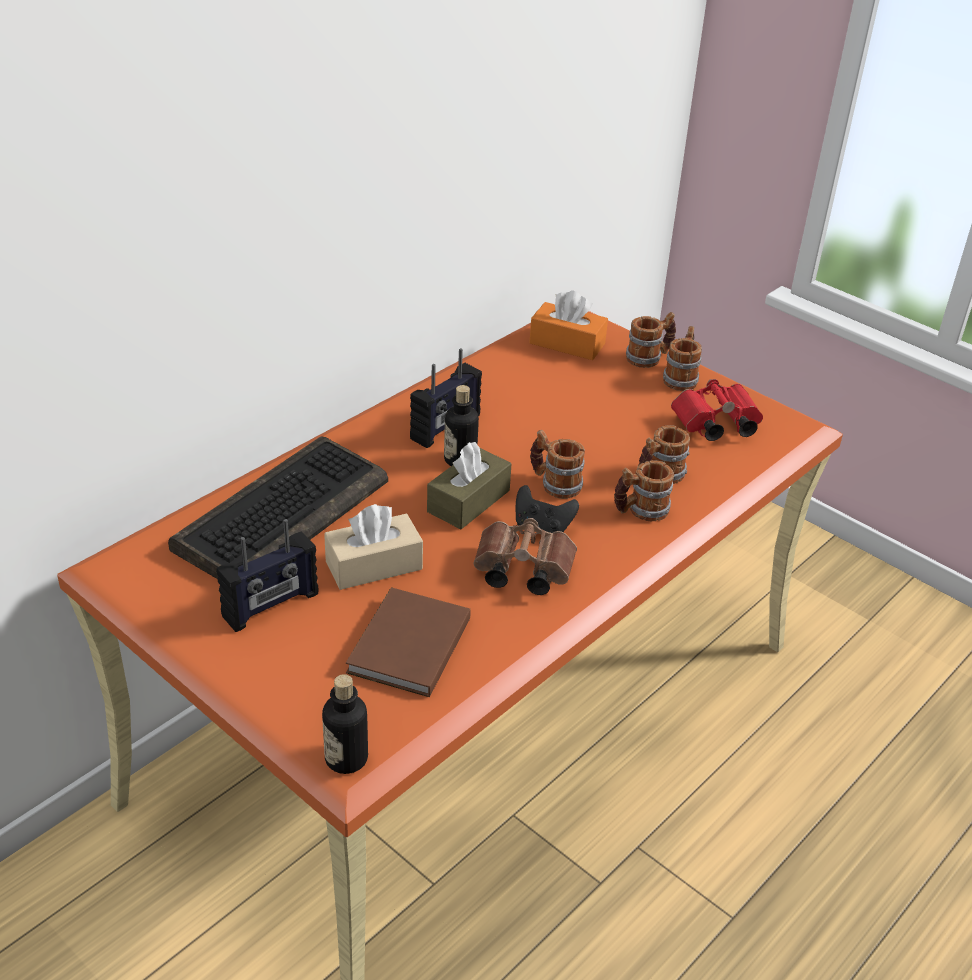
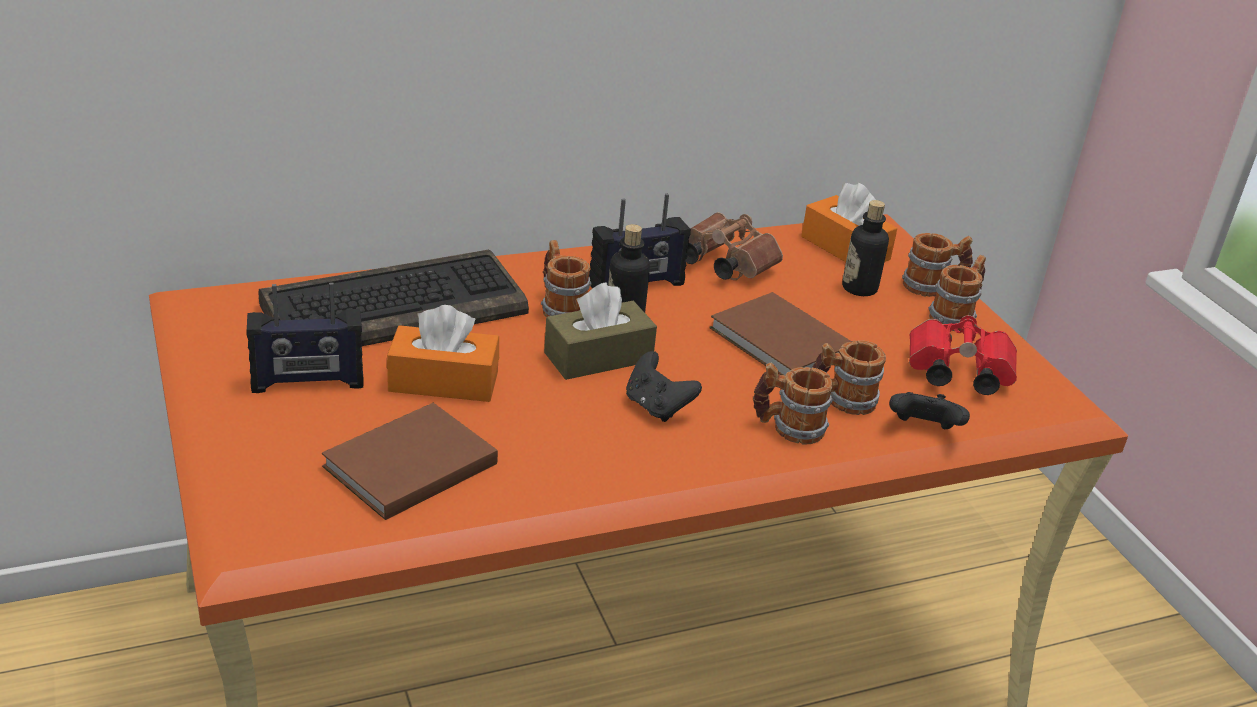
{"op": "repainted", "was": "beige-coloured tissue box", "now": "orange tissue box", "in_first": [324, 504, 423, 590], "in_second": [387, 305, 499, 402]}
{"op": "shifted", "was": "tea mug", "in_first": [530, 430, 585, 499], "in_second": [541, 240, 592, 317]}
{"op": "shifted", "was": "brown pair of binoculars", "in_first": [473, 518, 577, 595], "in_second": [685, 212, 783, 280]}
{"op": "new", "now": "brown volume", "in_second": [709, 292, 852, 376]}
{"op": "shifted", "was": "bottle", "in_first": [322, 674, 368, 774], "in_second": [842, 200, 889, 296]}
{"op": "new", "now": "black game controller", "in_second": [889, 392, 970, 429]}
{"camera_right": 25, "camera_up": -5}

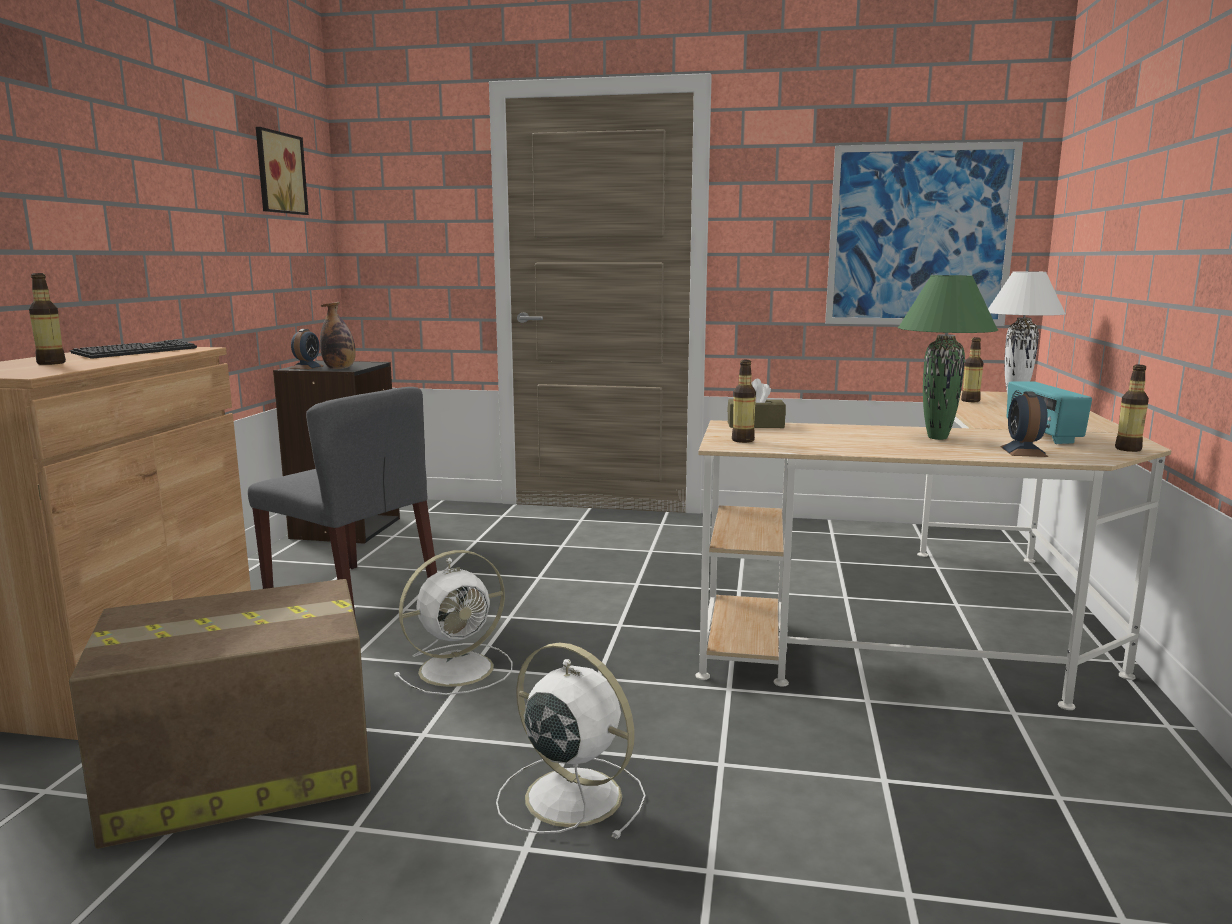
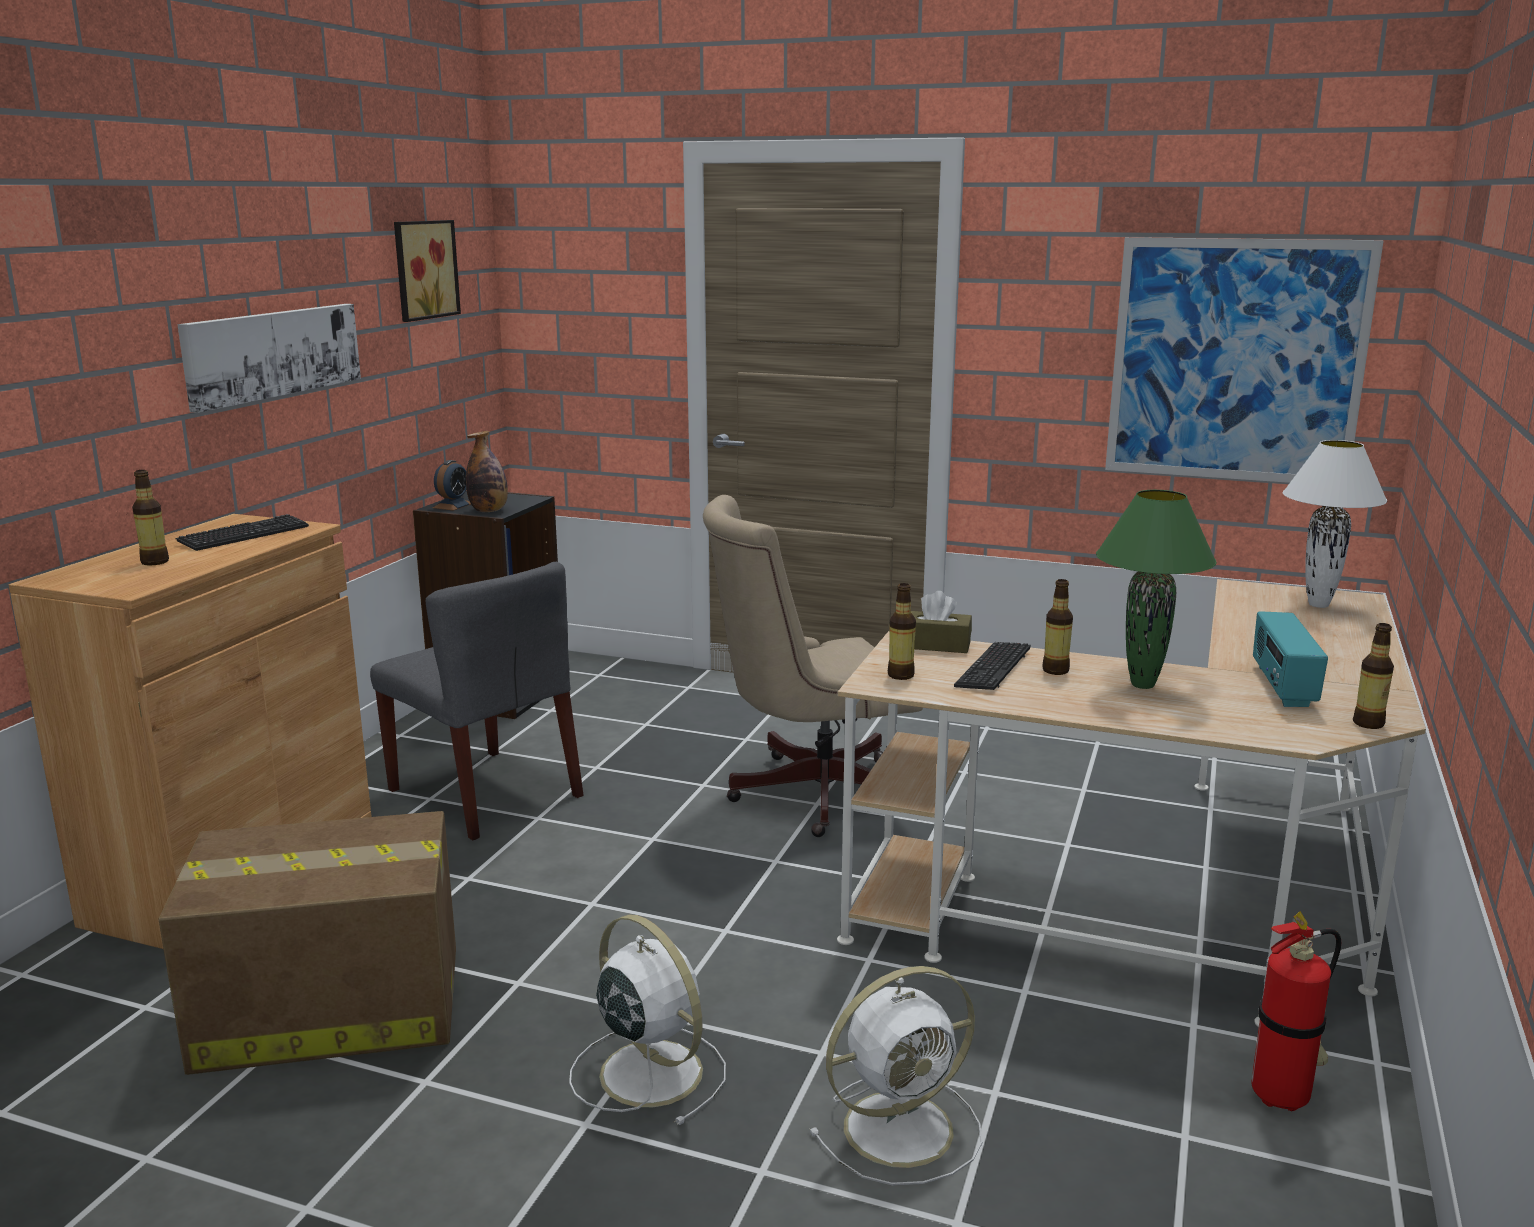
{"op": "new", "now": "wall picture", "in_second": [177, 304, 361, 413]}
{"op": "new", "now": "beige-coloured computer chair", "in_second": [703, 495, 923, 837]}
{"op": "shifted", "was": "white electric fan", "in_first": [394, 550, 513, 695], "in_second": [809, 966, 982, 1185]}
{"op": "new", "now": "keyboard", "in_second": [954, 642, 1031, 690]}
{"op": "shifted", "was": "bottle", "in_first": [961, 337, 984, 402], "in_second": [1042, 579, 1073, 675]}
{"op": "new", "now": "fire-fighting cylinder", "in_second": [1251, 911, 1341, 1111]}
{"op": "gone", "was": "alarm clock", "in_first": [1000, 391, 1048, 457]}
{"camera_right": 10, "camera_up": 5}

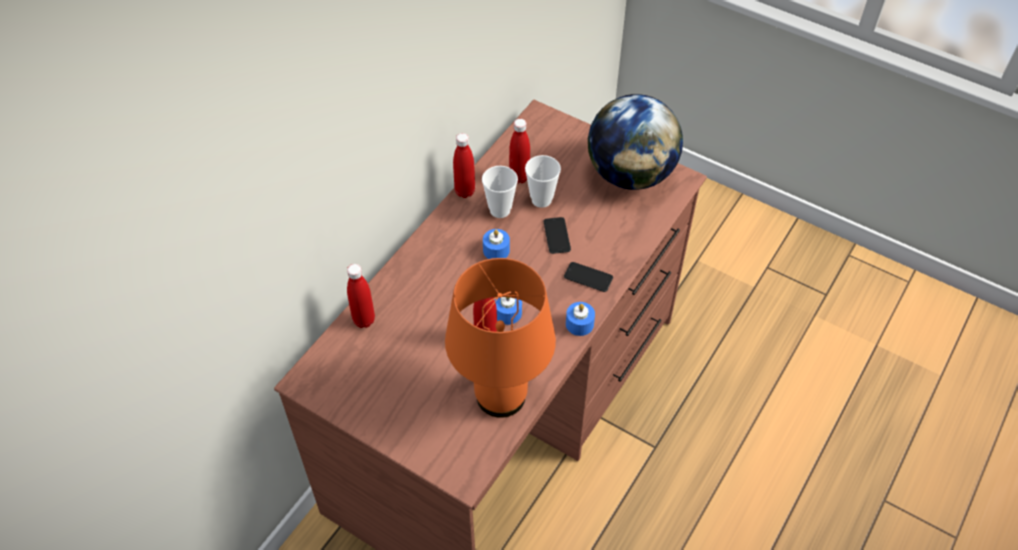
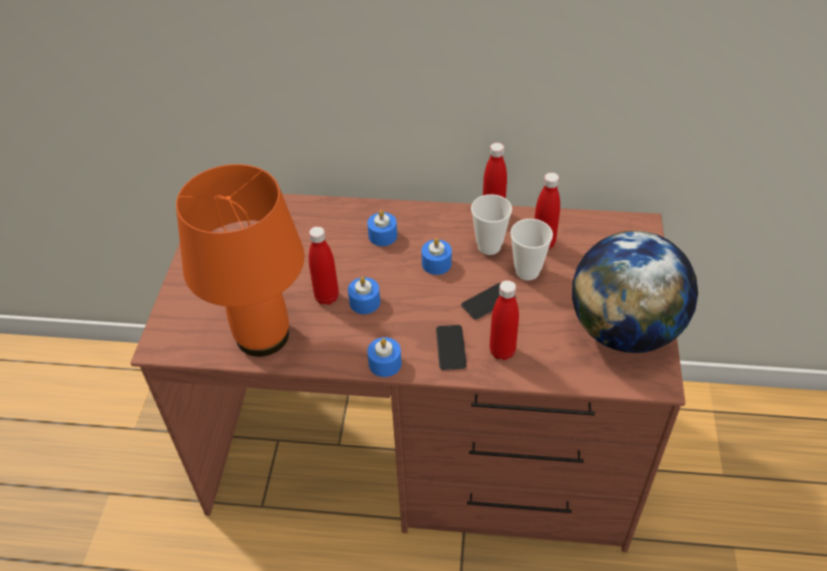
{"op": "new", "now": "blue-coloured wax light", "in_second": [367, 210, 397, 246]}
{"op": "shifted", "was": "red bottle", "in_first": [347, 264, 375, 328], "in_second": [490, 280, 519, 360]}
{"camera_right": 65, "camera_up": -5}

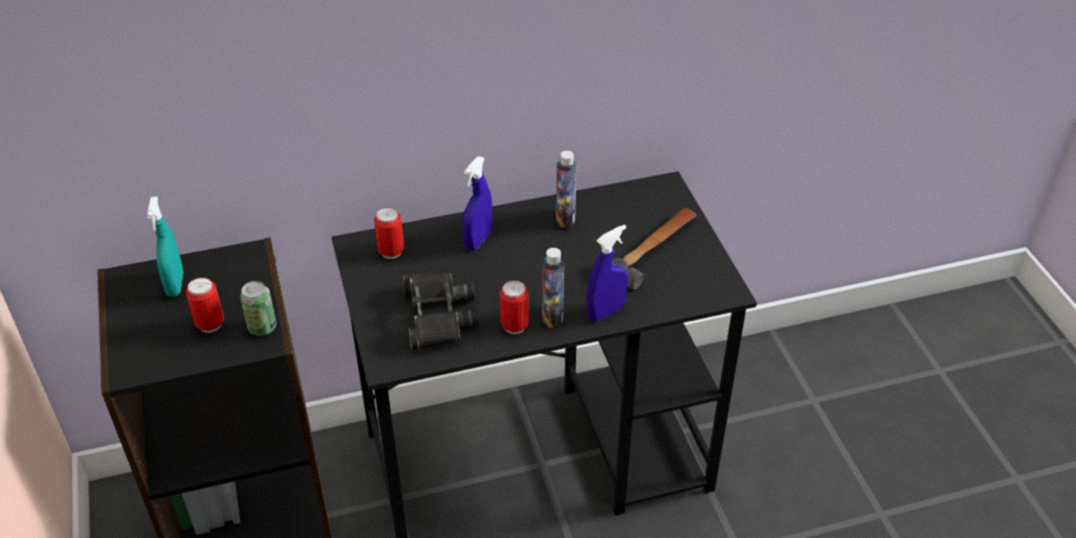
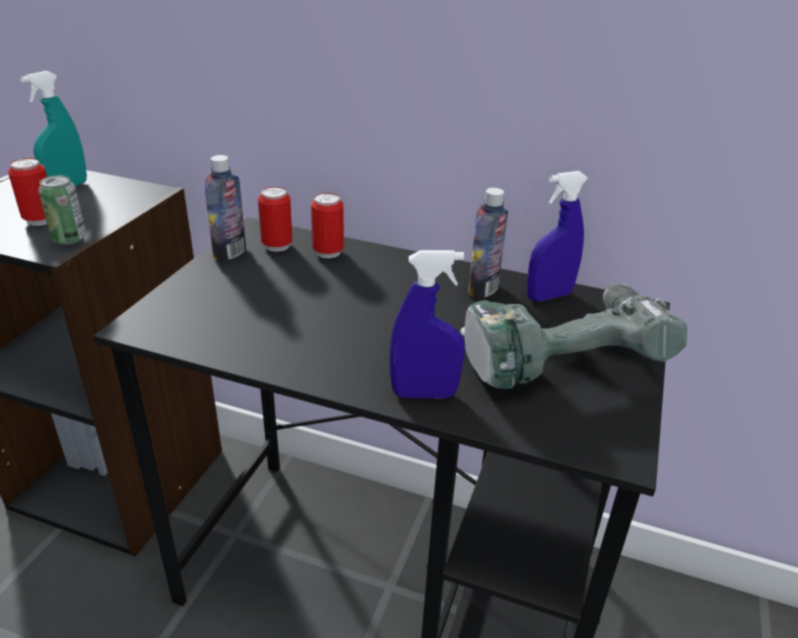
{"op": "shifted", "was": "bottle", "in_first": [542, 248, 564, 328], "in_second": [205, 155, 246, 261]}
{"op": "shifted", "was": "sealed can", "in_first": [500, 280, 529, 334], "in_second": [311, 193, 344, 258]}
{"op": "swapped", "was": "hammer", "now": "electric drill", "in_first": [612, 208, 697, 290], "in_second": [460, 283, 687, 389]}
{"op": "shifted", "was": "blue-coloured spray bottle", "in_first": [462, 156, 493, 250], "in_second": [527, 171, 588, 301]}
{"op": "gone", "was": "black pair of binoculars", "in_first": [403, 272, 479, 350]}
{"camera_right": 35, "camera_up": -10}

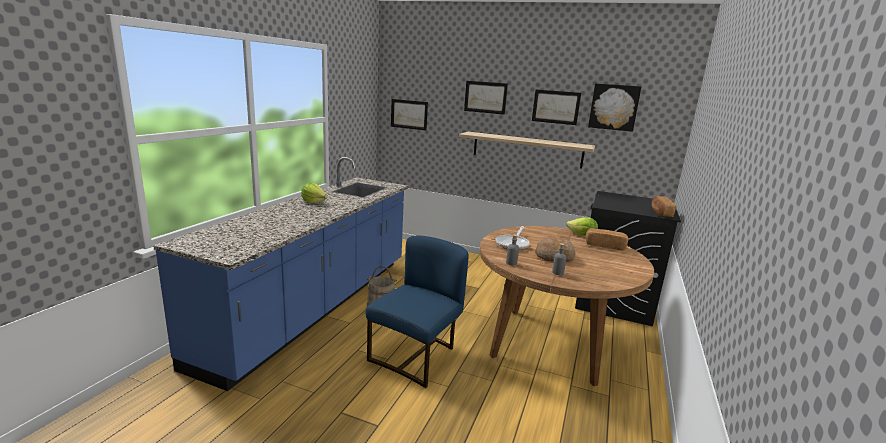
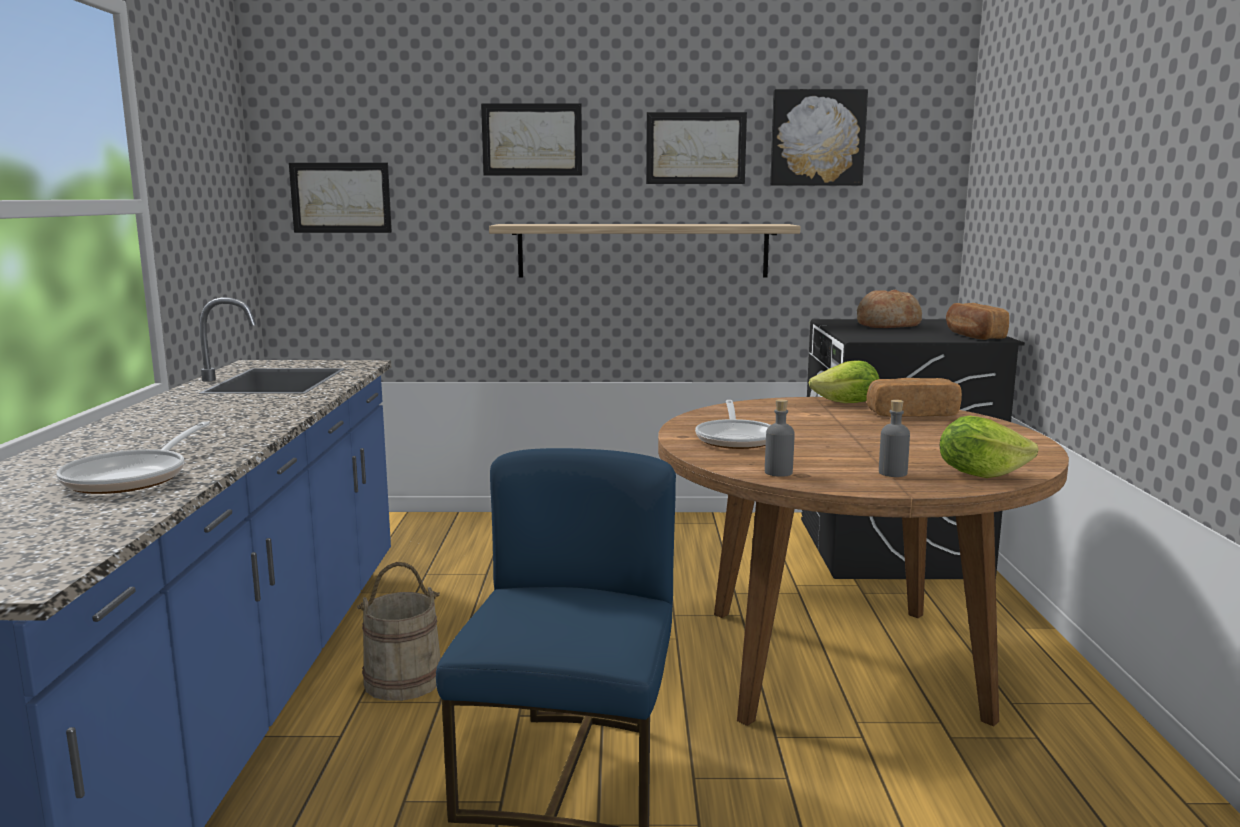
{"op": "new", "now": "skillet", "in_second": [56, 421, 210, 494]}
{"op": "shifted", "was": "bread", "in_first": [535, 235, 575, 262], "in_second": [857, 289, 922, 328]}
{"op": "shifted", "was": "head of lettuce", "in_first": [301, 183, 327, 204], "in_second": [940, 416, 1039, 478]}
{"camera_right": -20, "camera_up": -5}

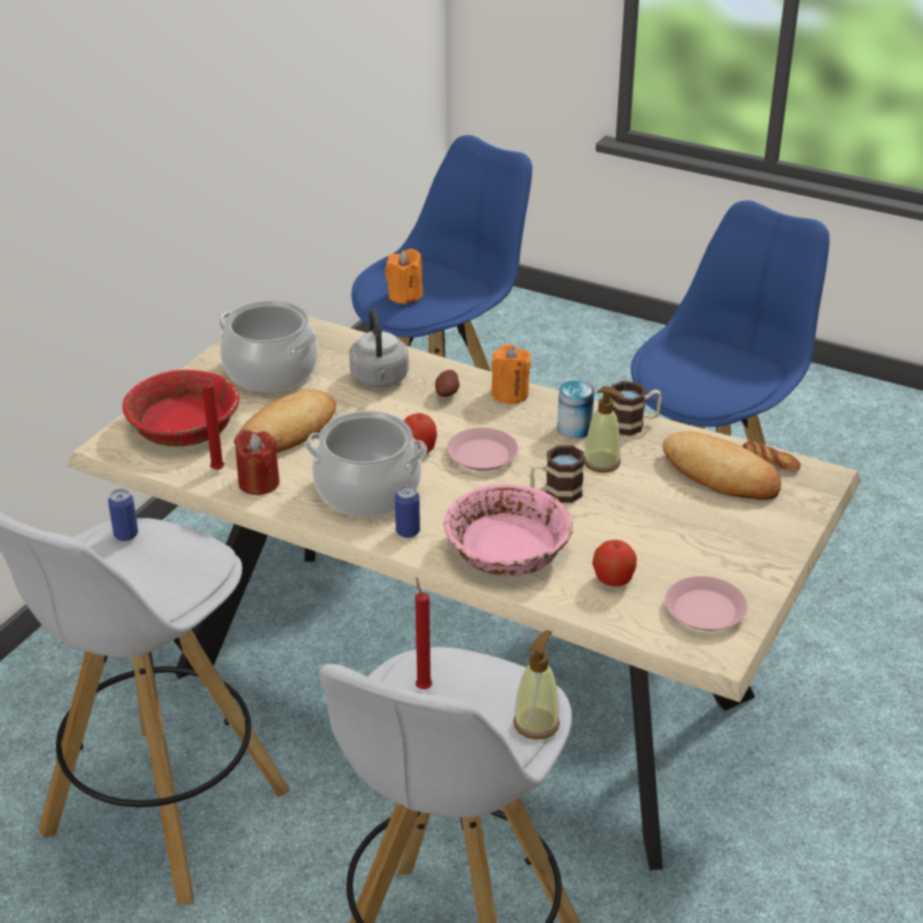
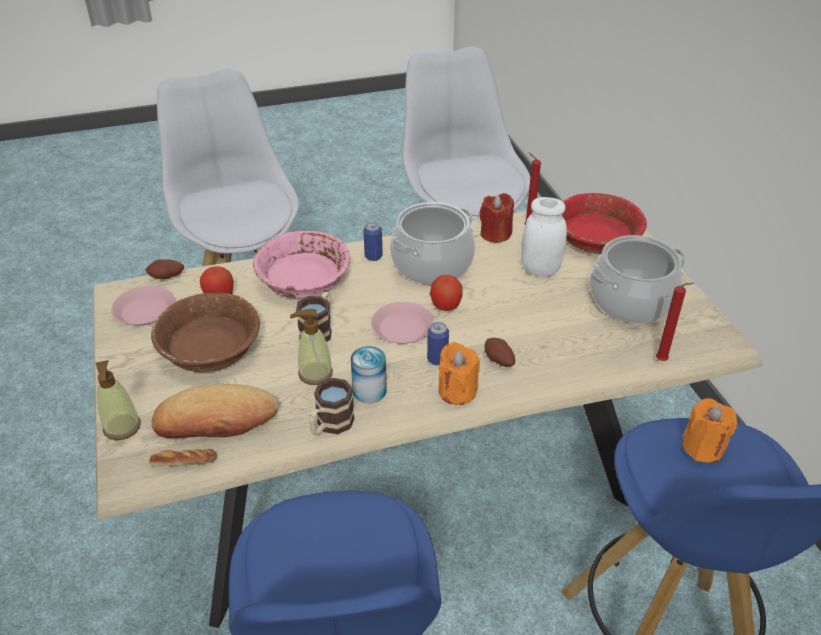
{"op": "shifted", "was": "liquid soap bottle", "in_first": [513, 630, 560, 739], "in_second": [96, 360, 141, 440]}
{"op": "new", "now": "whole potato", "in_second": [146, 259, 184, 279]}
{"op": "new", "now": "brown bowl", "in_second": [151, 292, 260, 372]}
{"op": "shifted", "was": "sealed can", "in_first": [108, 489, 138, 541], "in_second": [427, 322, 449, 366]}
{"op": "swapped", "was": "bread", "now": "white jar", "in_first": [239, 389, 336, 453], "in_second": [521, 197, 567, 277]}
{"op": "shifted", "was": "red wax light", "in_first": [415, 577, 432, 689], "in_second": [656, 283, 695, 361]}
{"op": "gone", "was": "greyish kettle", "in_first": [349, 309, 409, 387]}
{"camera_right": 135, "camera_up": 5}

